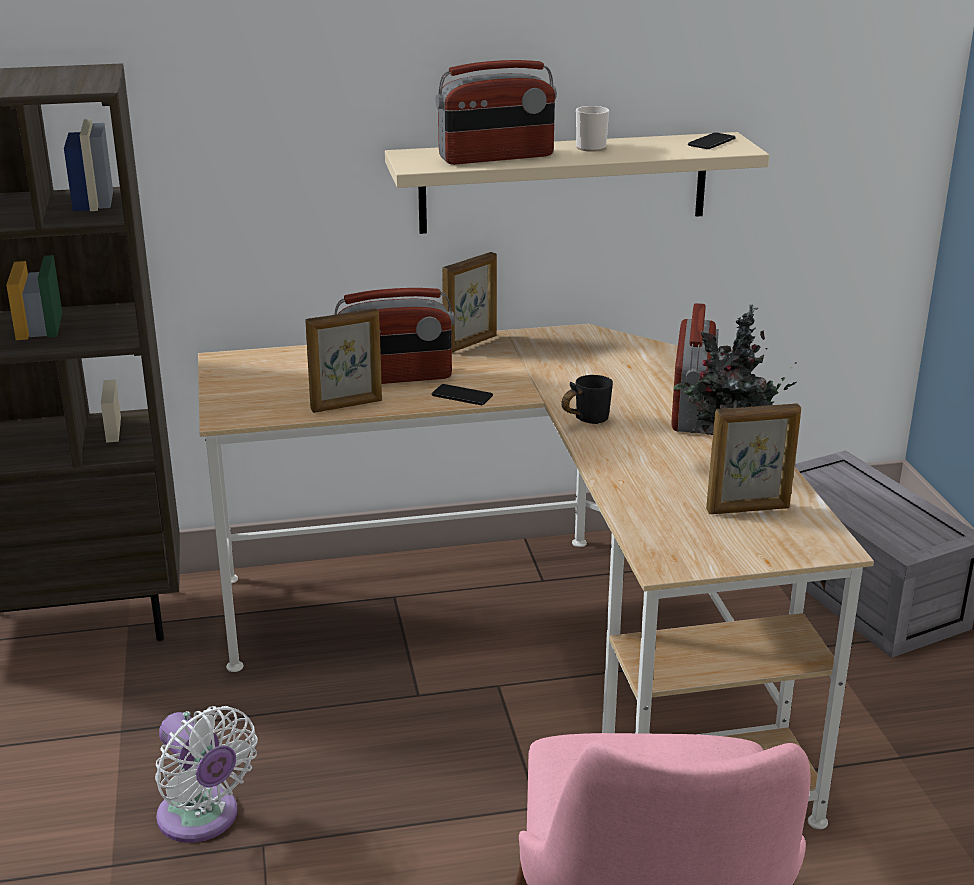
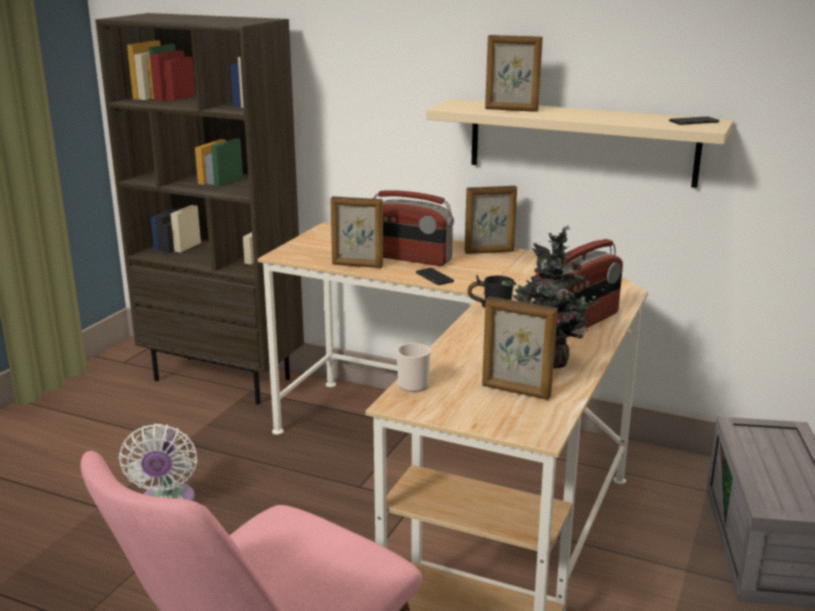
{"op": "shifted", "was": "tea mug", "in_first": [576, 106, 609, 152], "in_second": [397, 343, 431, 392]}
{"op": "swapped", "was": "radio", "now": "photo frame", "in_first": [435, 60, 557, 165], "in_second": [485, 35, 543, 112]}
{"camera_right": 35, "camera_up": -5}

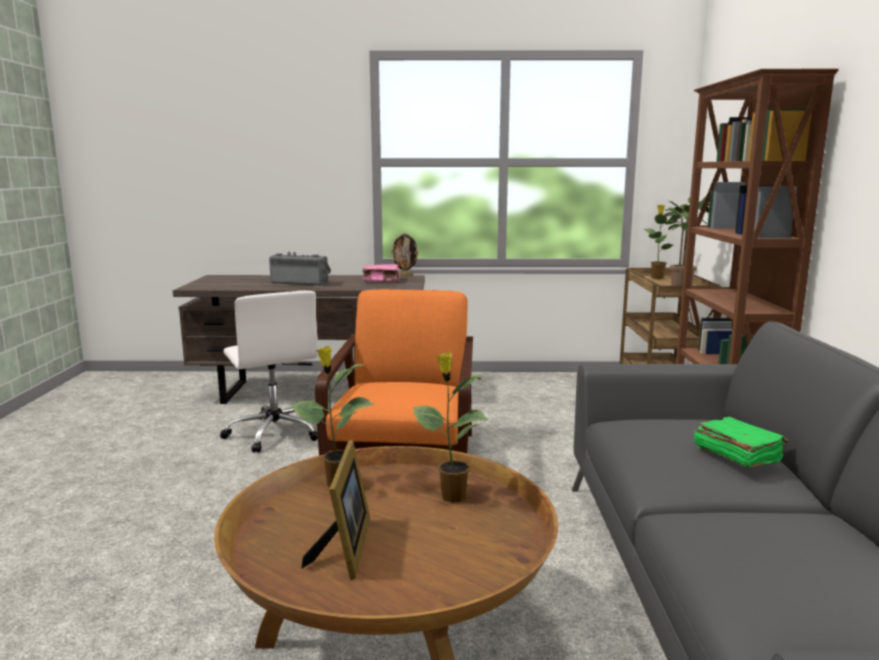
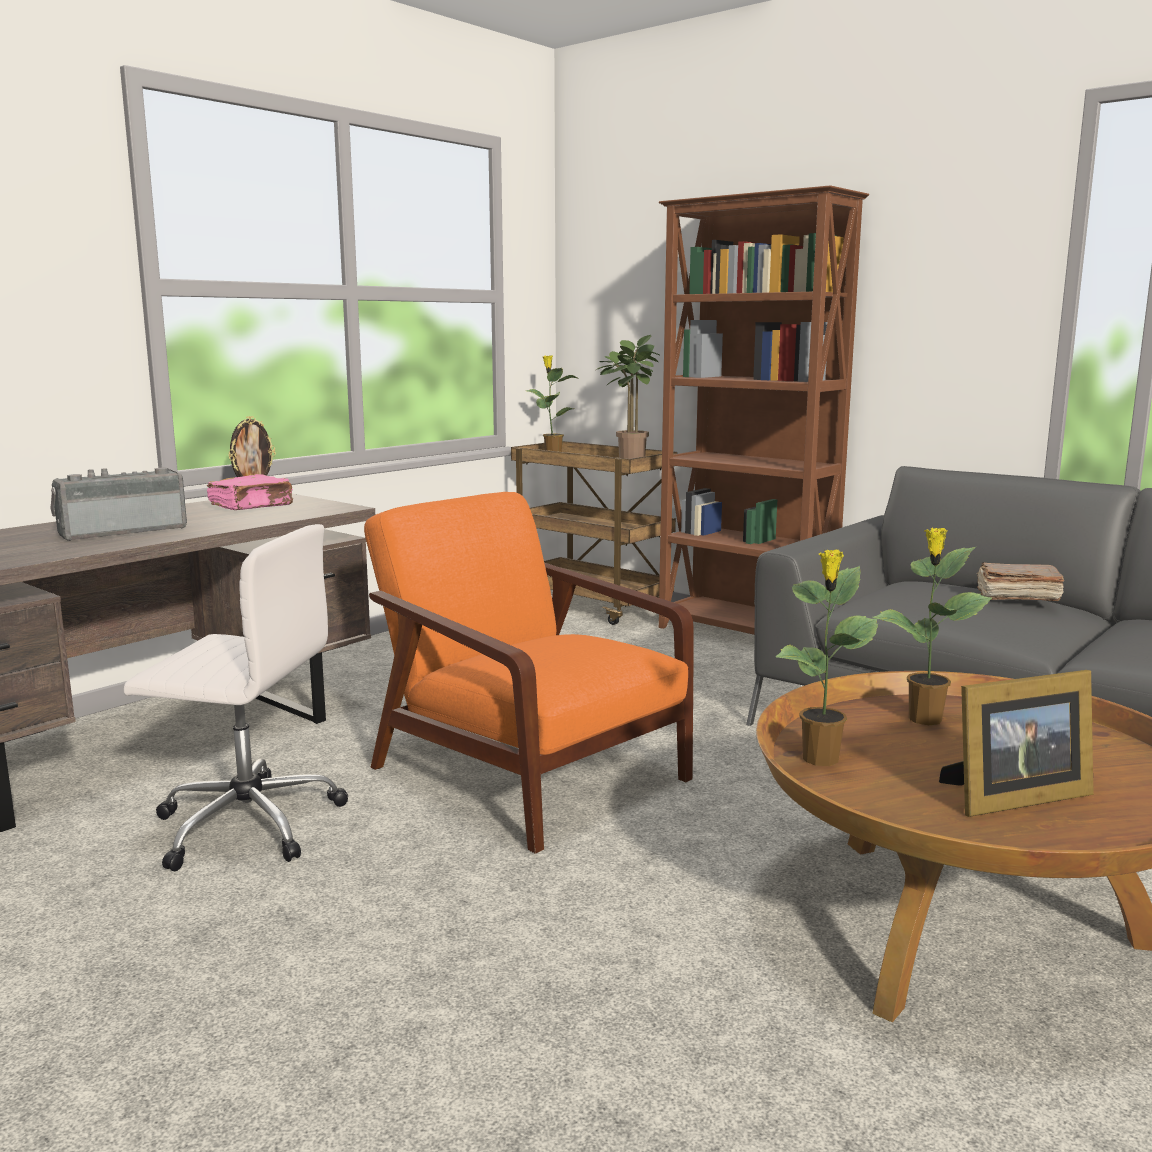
{"op": "rotated", "was": "photo frame", "in_first": [301, 440, 370, 580], "in_second": [939, 670, 1094, 817], "clockwise": 120}
{"op": "repainted", "was": "greenish volume", "now": "brown volume", "in_first": [694, 417, 788, 469], "in_second": [977, 562, 1064, 601]}
{"camera_right": -50, "camera_up": 0}

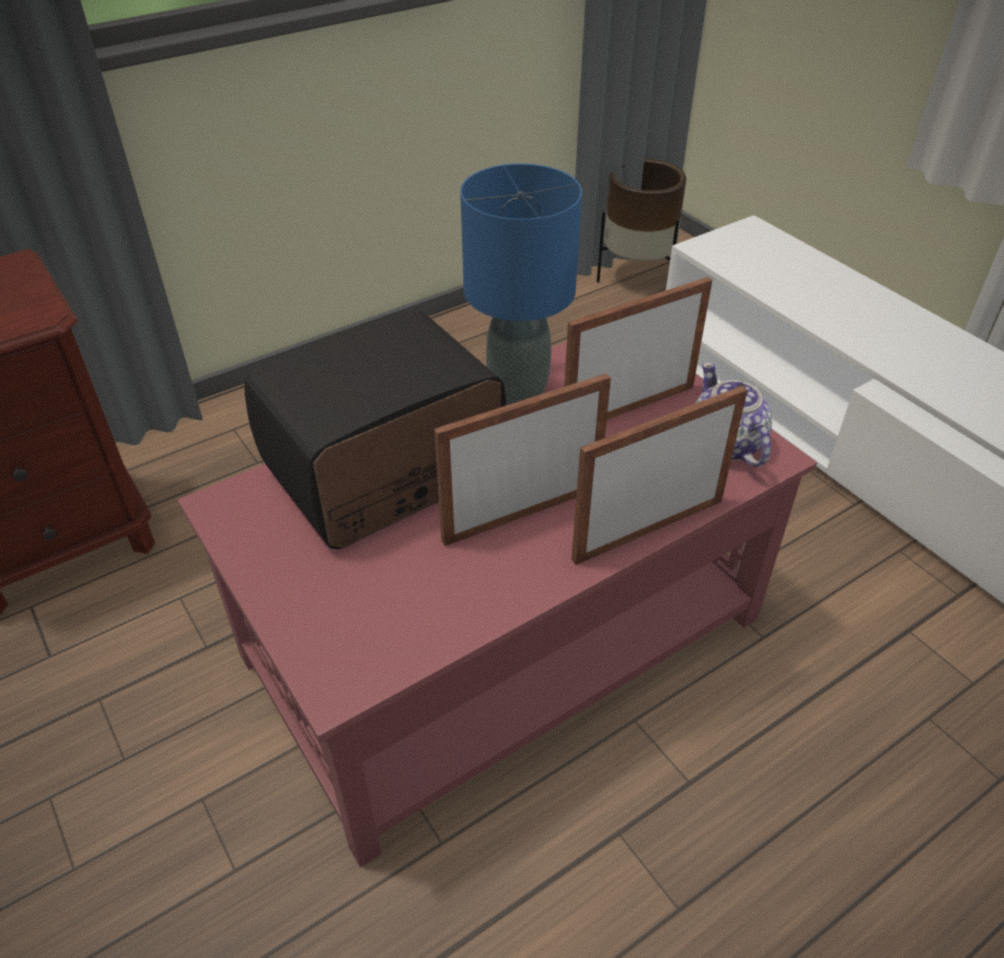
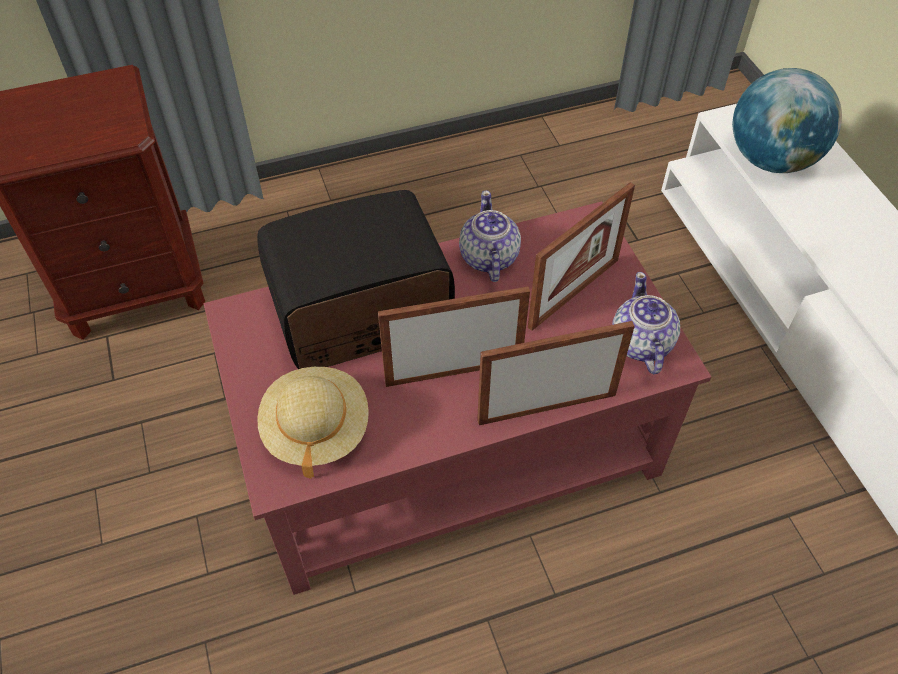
{"op": "new", "now": "beige-coloured clothing hat", "in_second": [257, 367, 369, 479]}
{"op": "swapped", "was": "blue-coloured table lamp", "now": "pot for tea", "in_first": [460, 163, 582, 405], "in_second": [459, 190, 521, 282]}
{"op": "rotated", "was": "photo frame", "in_first": [564, 277, 712, 420], "in_second": [528, 182, 635, 331], "clockwise": 150}
{"op": "new", "now": "desk globe", "in_second": [732, 68, 842, 173]}
{"op": "gone", "was": "brown planter", "in_first": [597, 159, 686, 283]}
{"camera_right": 15, "camera_up": 10}

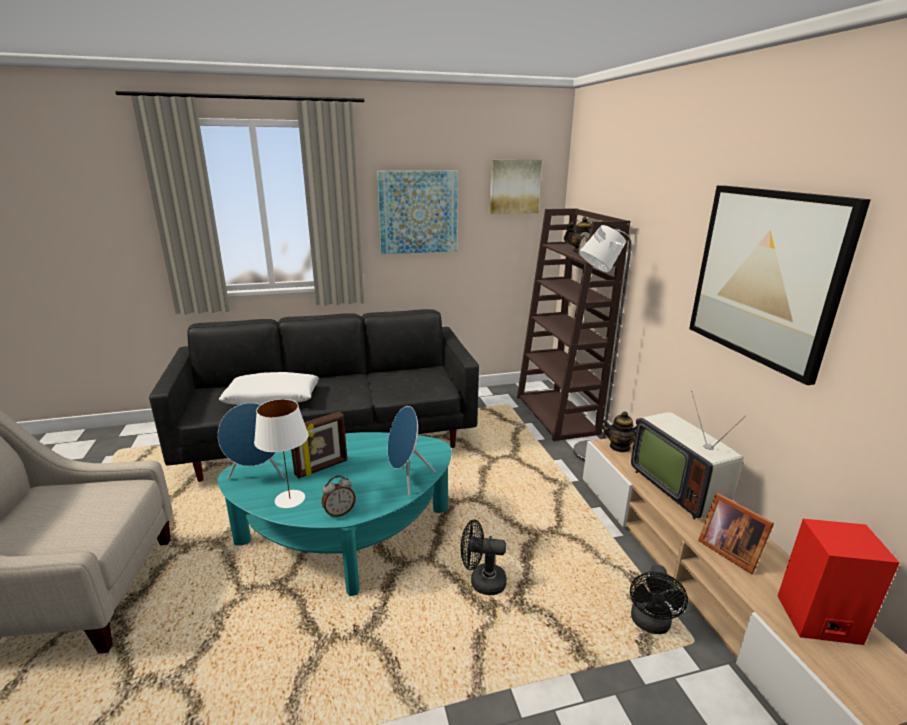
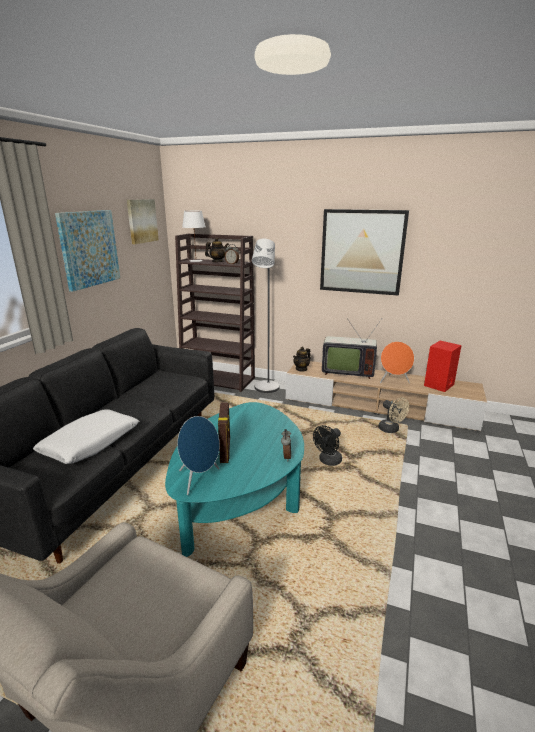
{"op": "shifted", "was": "white table lamp", "in_first": [254, 399, 309, 508], "in_second": [182, 211, 205, 262]}
{"op": "repainted", "was": "black electric fan", "now": "beige-coloured electric fan", "in_first": [630, 565, 688, 634], "in_second": [378, 398, 409, 433]}
{"op": "swapped", "was": "photo frame", "now": "orange loudspeaker", "in_first": [698, 493, 774, 574], "in_second": [380, 341, 414, 383]}
{"op": "gone", "was": "blue-coloured loudspeaker", "in_first": [388, 406, 436, 496]}
{"camera_right": -55, "camera_up": 0}

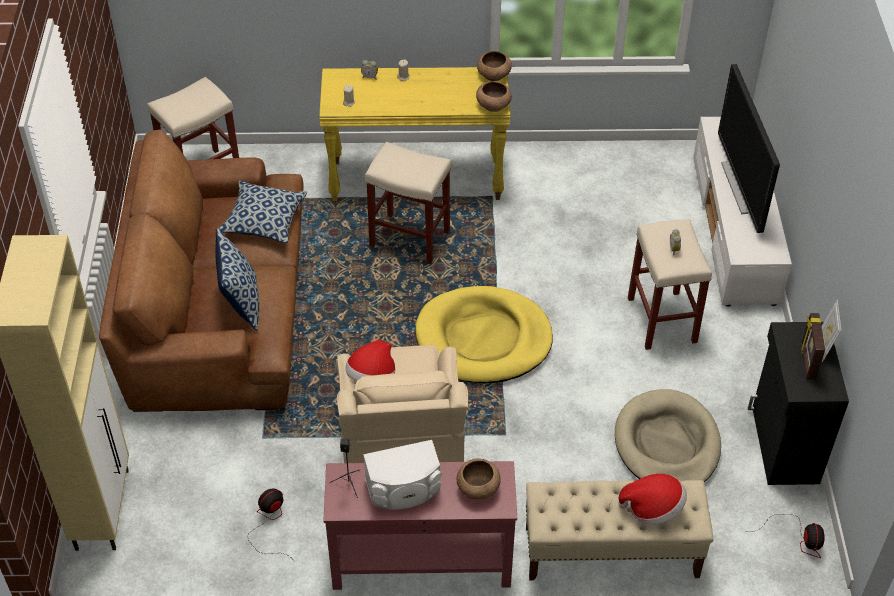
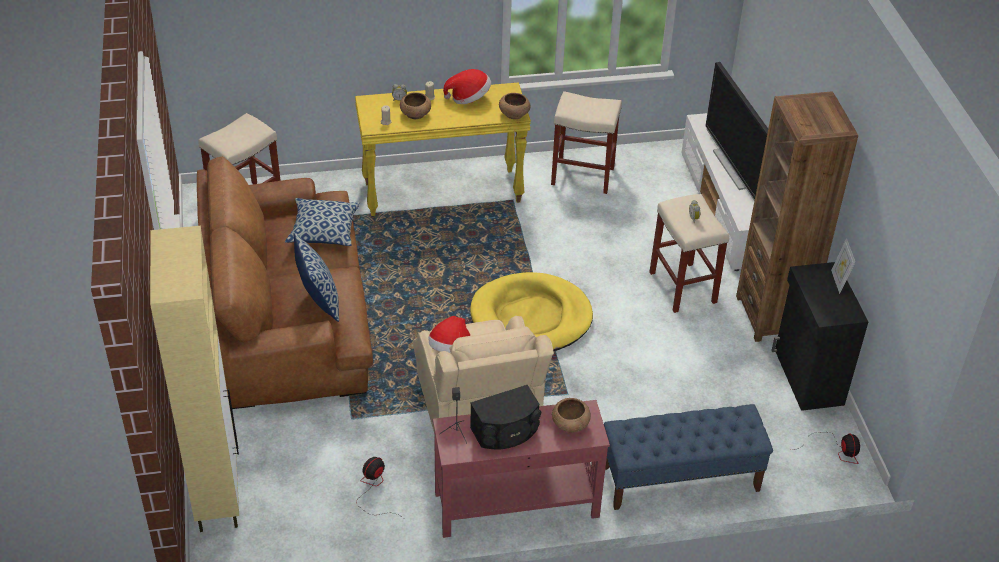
{"op": "shifted", "was": "brown bowl", "in_first": [477, 51, 512, 81], "in_second": [400, 92, 431, 119]}
{"op": "shifted", "was": "clothing hat", "in_first": [619, 474, 687, 524], "in_second": [443, 69, 491, 104]}
{"op": "repainted", "was": "white loudspeaker", "now": "black loudspeaker", "in_first": [363, 440, 442, 510], "in_second": [470, 385, 541, 450]}
{"op": "shifted", "was": "beige-coloured stool", "in_first": [365, 142, 452, 264], "in_second": [551, 91, 622, 194]}
{"op": "repainted", "was": "beige-coloured long seat", "now": "blue-coloured long seat", "in_first": [526, 480, 714, 580], "in_second": [604, 404, 773, 510]}
{"op": "new", "now": "brown shelving unit", "in_second": [736, 91, 858, 342]}
{"op": "gone", "was": "beige-coloured dog cushion", "in_first": [615, 389, 721, 482]}
{"op": "gone", "was": "photo frame", "in_first": [801, 313, 825, 380]}
{"camera_right": -10, "camera_up": -5}

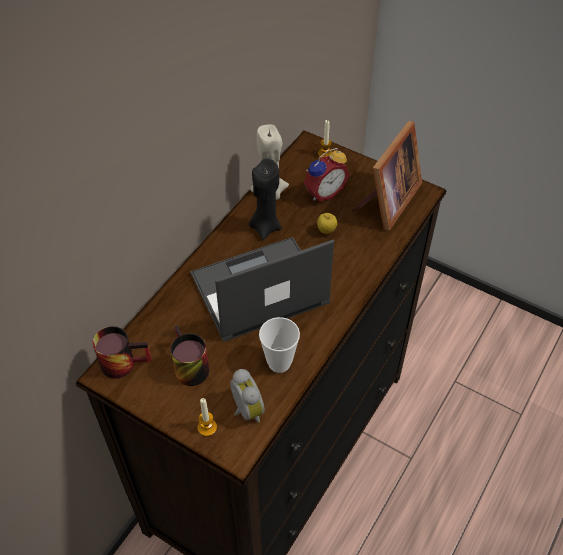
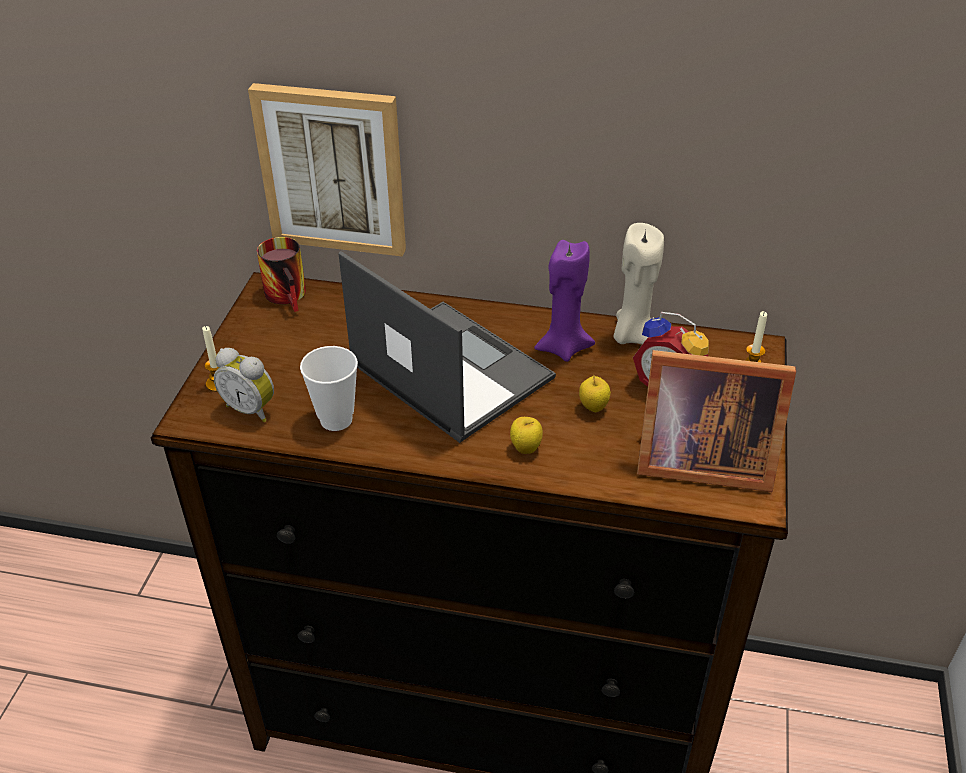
{"op": "rotated", "was": "alarm clock", "in_first": [230, 369, 265, 423], "in_second": [214, 348, 274, 422], "clockwise": 75}
{"op": "new", "now": "wall picture", "in_second": [248, 83, 406, 257]}
{"op": "new", "now": "whole apple", "in_second": [510, 417, 543, 454]}
{"op": "repainted", "was": "black wax light", "now": "purplish wax light", "in_first": [249, 158, 281, 240], "in_second": [534, 240, 595, 362]}
{"op": "gone", "was": "tea mug", "in_first": [171, 325, 209, 386]}
{"camera_right": 70, "camera_up": -10}

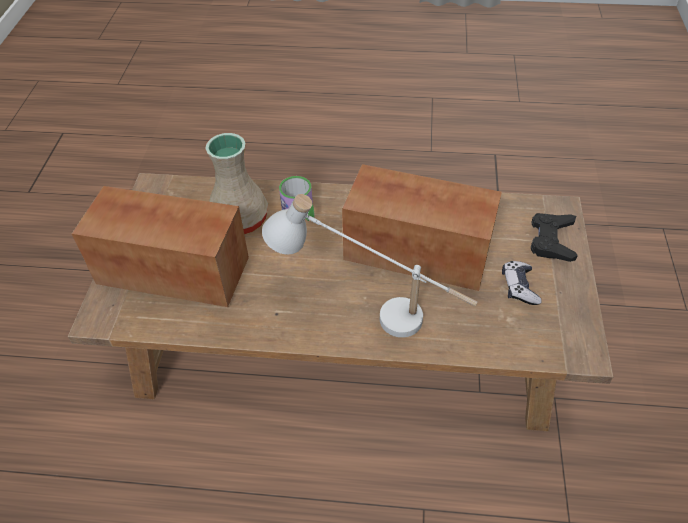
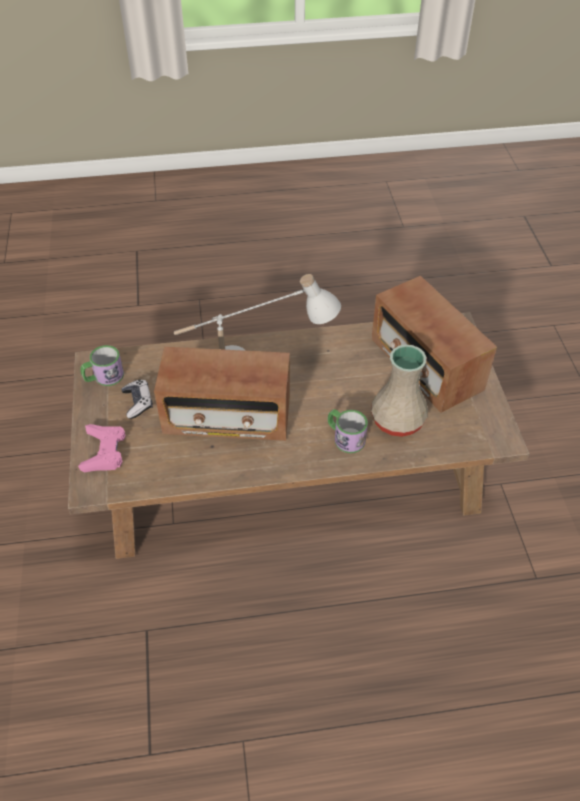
{"op": "repainted", "was": "black game controller", "now": "pinkish game controller", "in_first": [531, 213, 578, 262], "in_second": [78, 424, 126, 472]}
{"op": "new", "now": "tea mug", "in_second": [81, 345, 124, 386]}
{"op": "rotated", "was": "radio", "in_first": [72, 186, 249, 307], "in_second": [372, 276, 497, 413], "clockwise": 60}
{"camera_right": 165, "camera_up": 0}

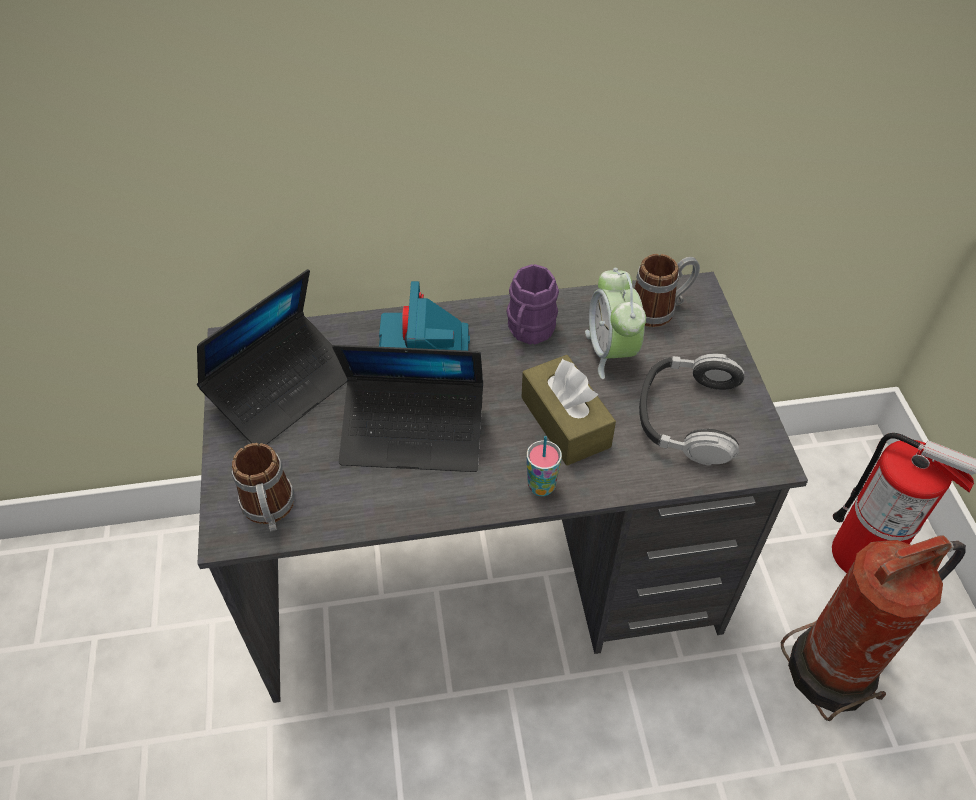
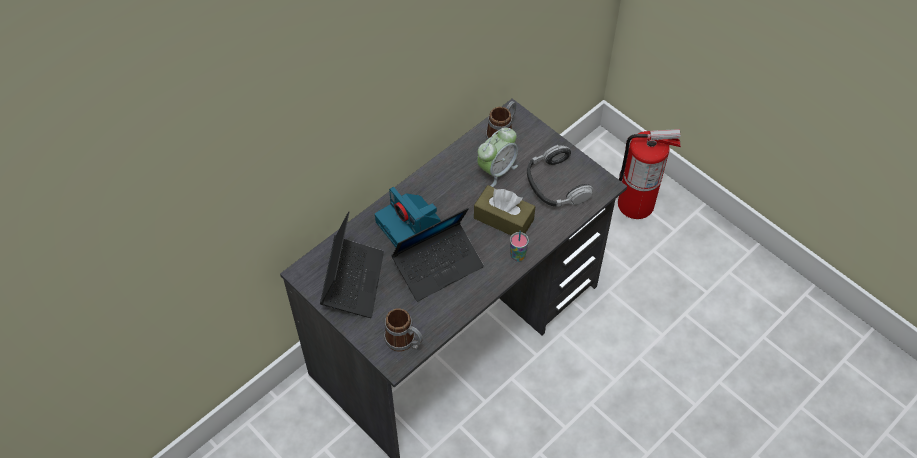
{"op": "rotated", "was": "alarm clock", "in_first": [585, 268, 646, 379], "in_second": [477, 127, 518, 187], "clockwise": -90}
{"op": "gone", "was": "purplish tea mug", "in_first": [507, 264, 559, 345]}
{"op": "gone", "was": "fire-fighting cylinder", "in_first": [781, 535, 966, 721]}
{"camera_right": -35, "camera_up": 5}

